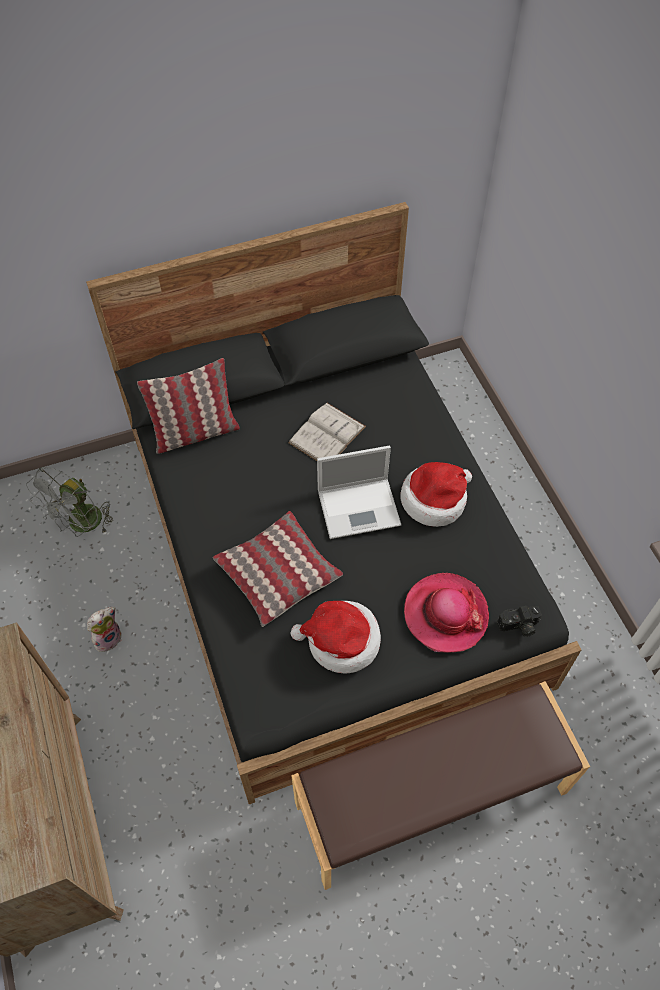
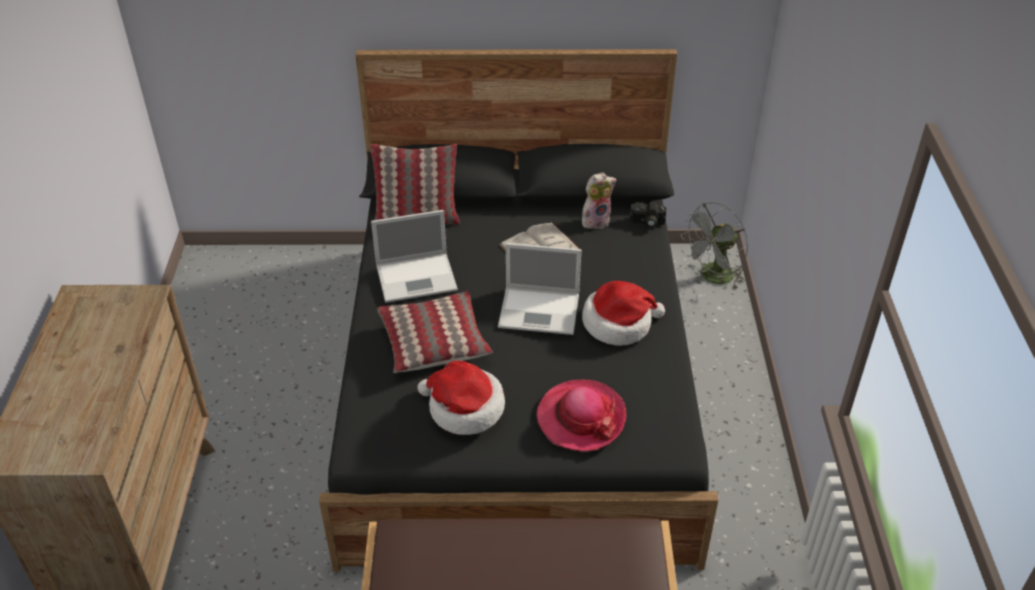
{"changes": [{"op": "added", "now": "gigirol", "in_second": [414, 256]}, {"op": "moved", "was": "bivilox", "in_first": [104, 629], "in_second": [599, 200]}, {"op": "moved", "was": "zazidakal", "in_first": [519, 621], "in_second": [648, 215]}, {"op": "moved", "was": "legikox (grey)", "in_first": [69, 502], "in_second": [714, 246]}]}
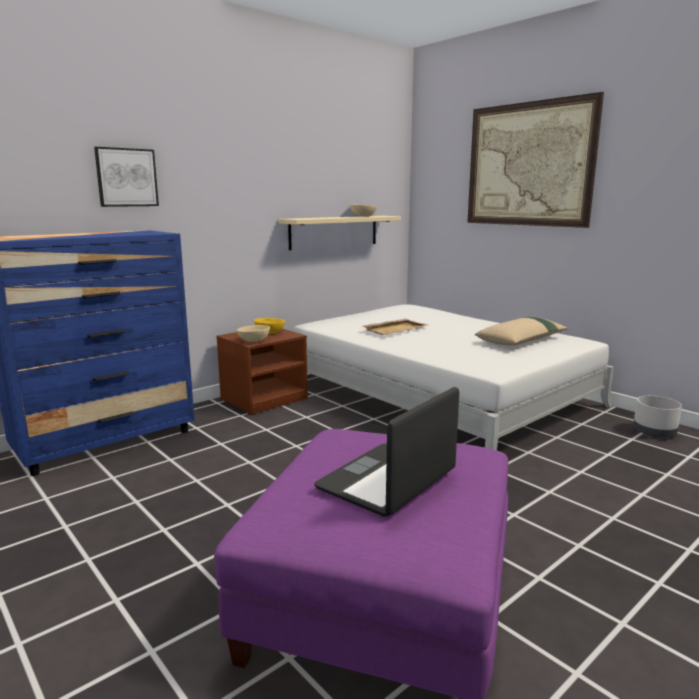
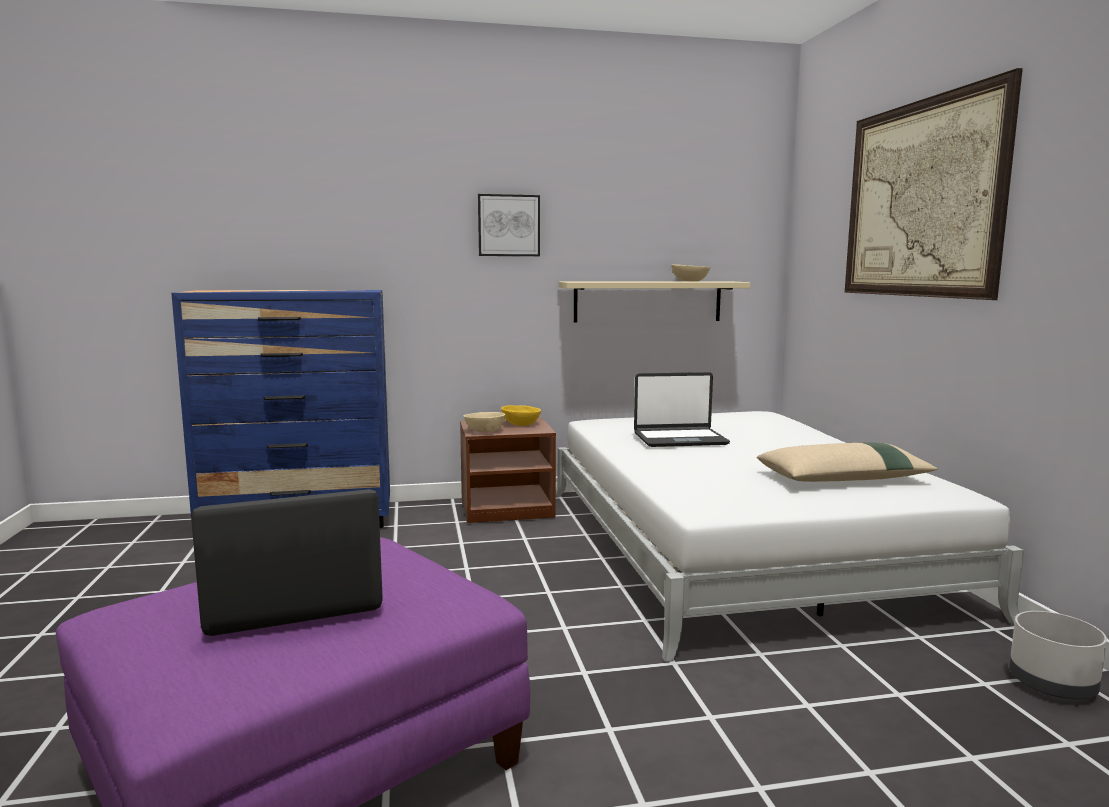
{"changes": [{"op": "moved", "was": "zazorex", "in_first": [126, 177], "in_second": [509, 225]}, {"op": "replaced", "was": "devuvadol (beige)", "now": "gigirol", "in_first": [395, 327], "in_second": [682, 409]}]}
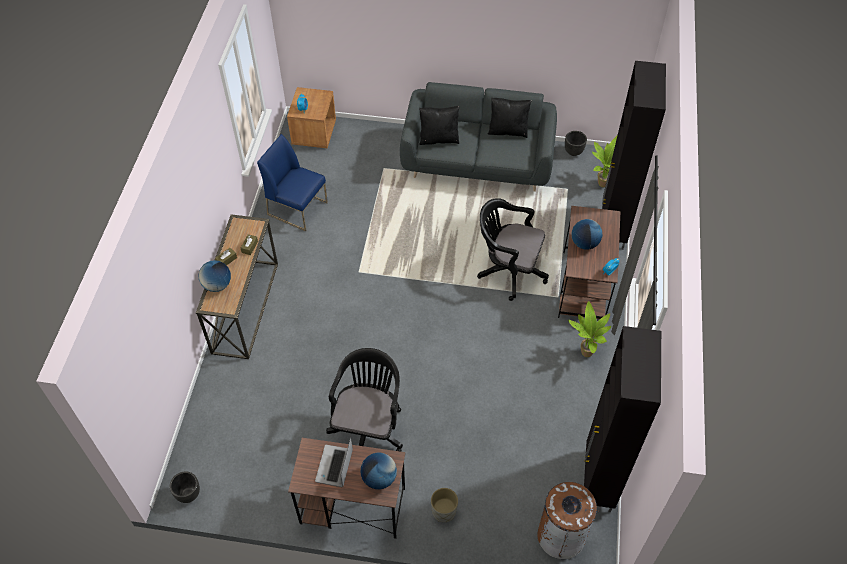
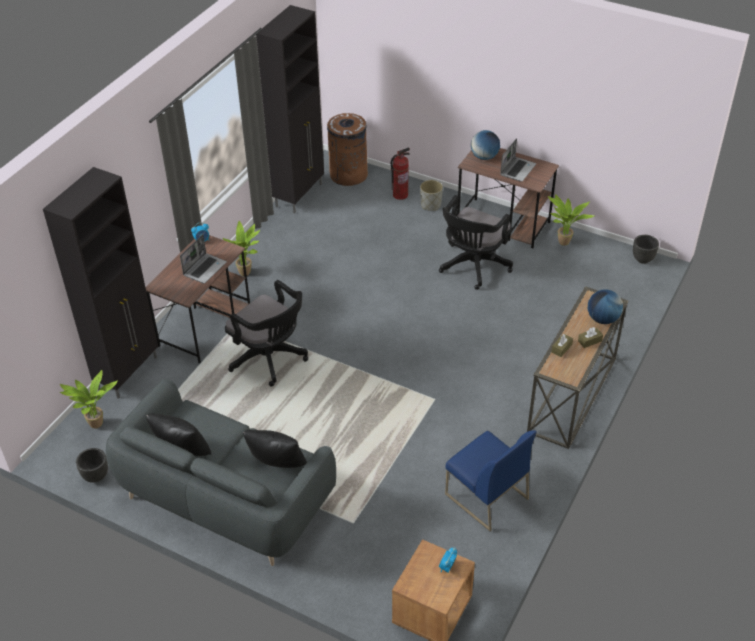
{"changes": [{"op": "replaced", "was": "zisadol", "now": "gigirol", "in_first": [586, 234], "in_second": [203, 259]}, {"op": "added", "now": "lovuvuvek", "in_second": [400, 173]}, {"op": "added", "now": "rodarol", "in_second": [571, 220]}]}
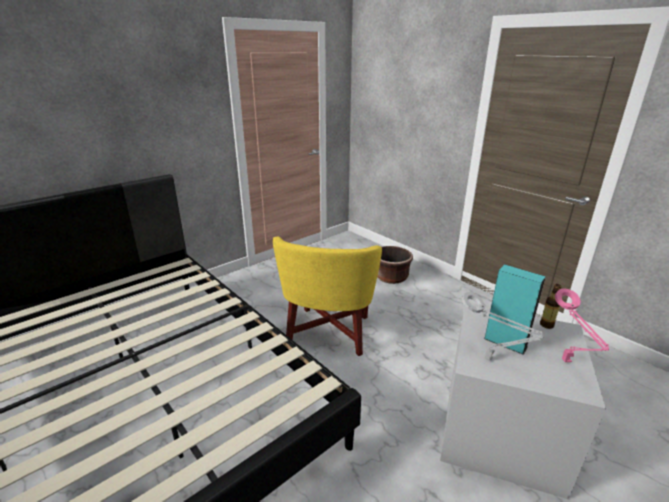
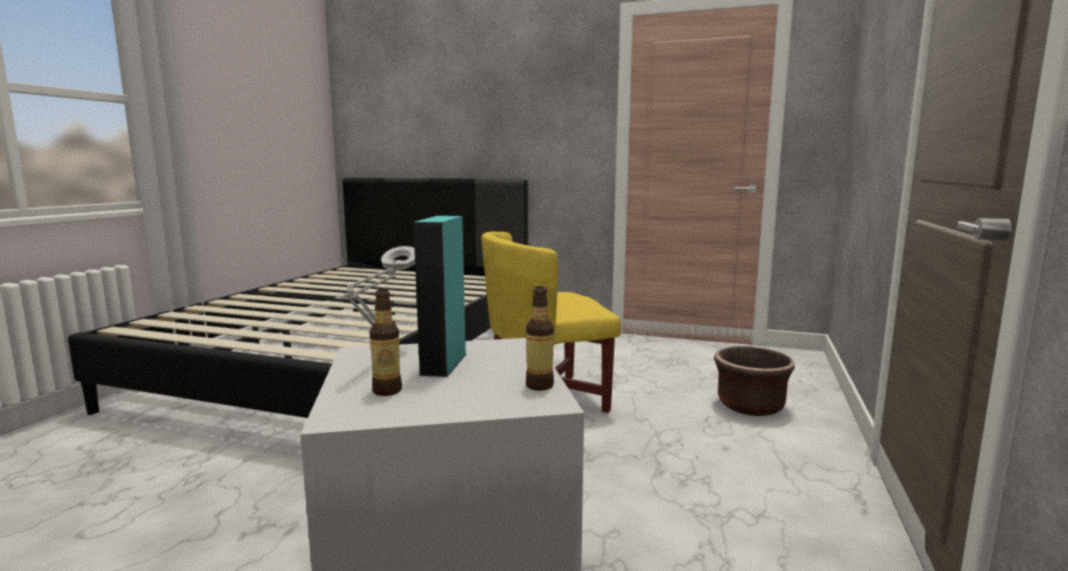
{"changes": [{"op": "added", "now": "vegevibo", "in_second": [385, 342]}, {"op": "removed", "was": "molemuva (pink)", "in_first": [582, 325]}]}
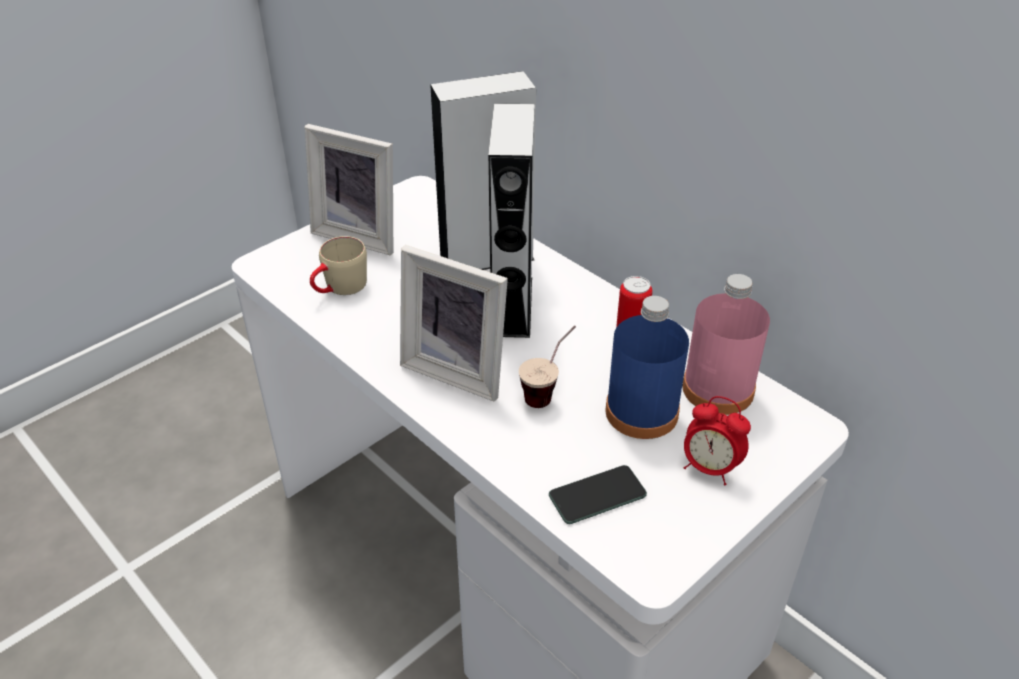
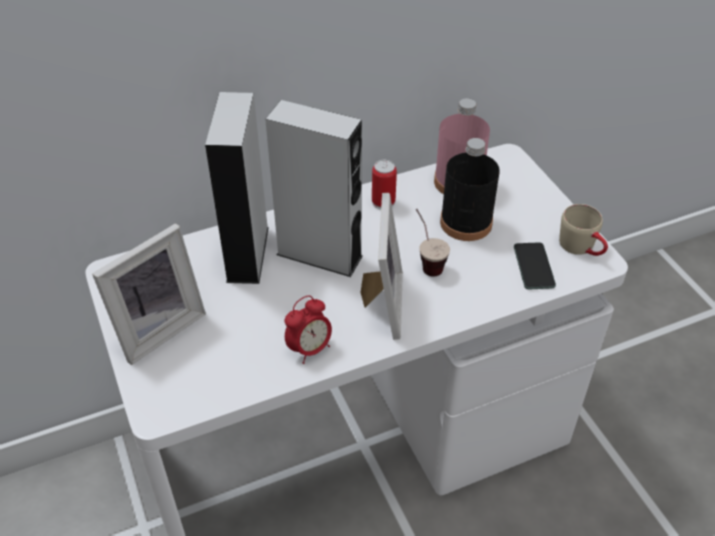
{"changes": [{"op": "moved", "was": "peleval", "in_first": [717, 440], "in_second": [308, 329]}, {"op": "turned", "was": "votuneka", "in_first": [454, 323], "in_second": [381, 266], "clockwise": -45}, {"op": "recoloured", "was": "vegevibo (blue)", "now": "vegevibo (black)", "in_first": [647, 367], "in_second": [470, 189]}, {"op": "moved", "was": "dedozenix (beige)", "in_first": [338, 265], "in_second": [583, 230]}]}
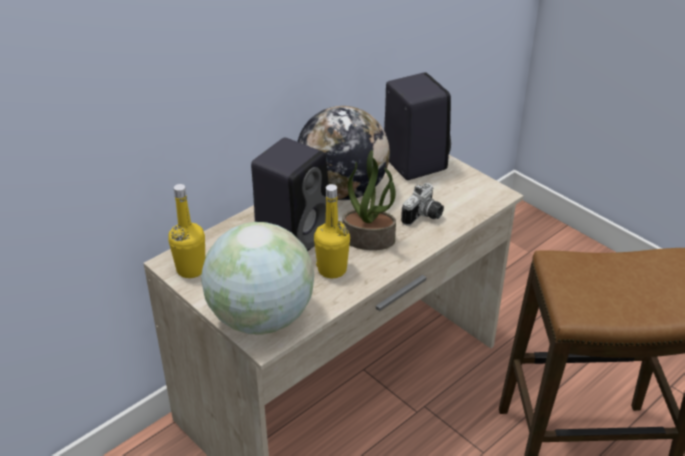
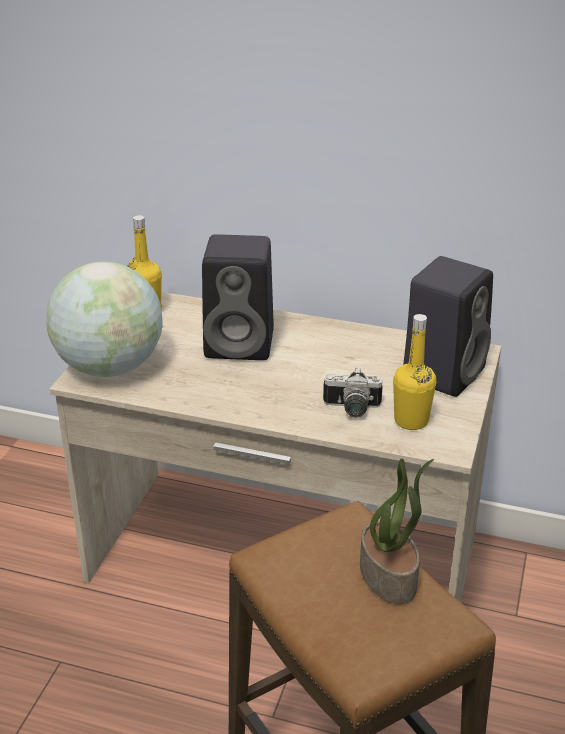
{"changes": [{"op": "moved", "was": "rodarol", "in_first": [369, 200], "in_second": [397, 531]}, {"op": "moved", "was": "vegevibo (yellow)", "in_first": [332, 231], "in_second": [414, 372]}, {"op": "removed", "was": "zisadol", "in_first": [343, 153]}]}
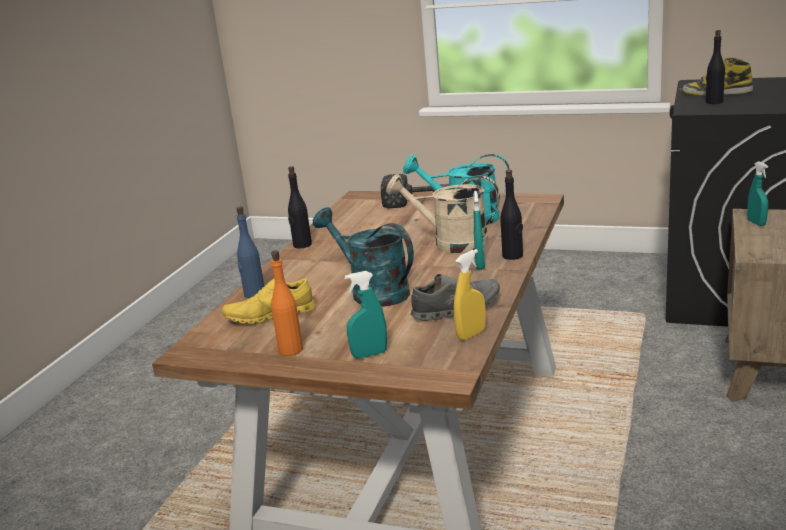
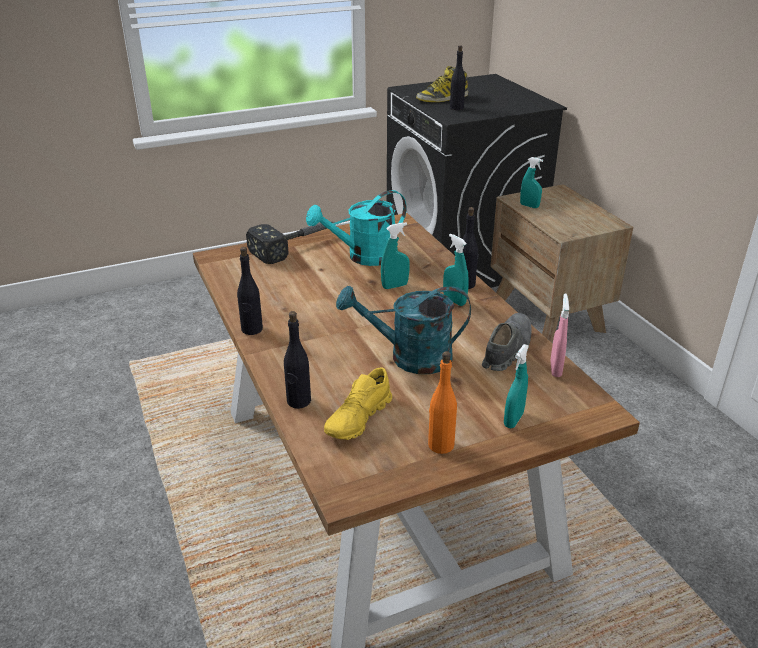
{"changes": [{"op": "recoloured", "was": "vegevibo (blue)", "now": "vegevibo (black)", "in_first": [250, 252], "in_second": [297, 360]}, {"op": "replaced", "was": "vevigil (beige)", "now": "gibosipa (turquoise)", "in_first": [443, 213], "in_second": [395, 255]}, {"op": "recoloured", "was": "gibosipa (yellow)", "now": "gibosipa (pink)", "in_first": [470, 295], "in_second": [560, 335]}]}
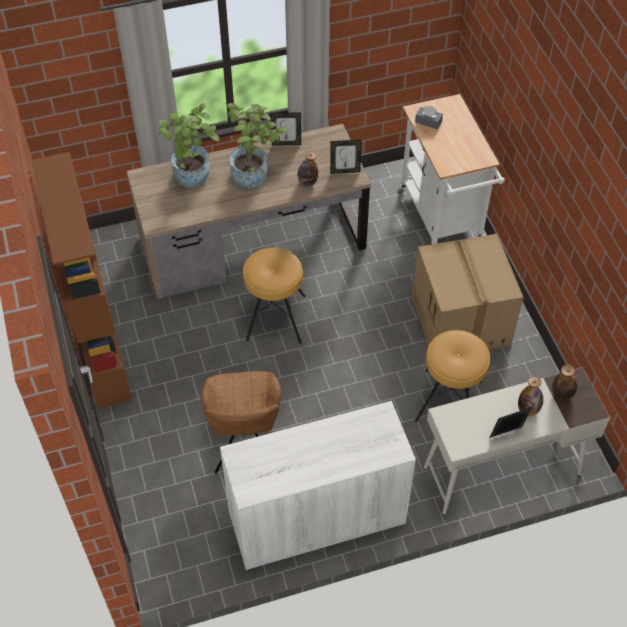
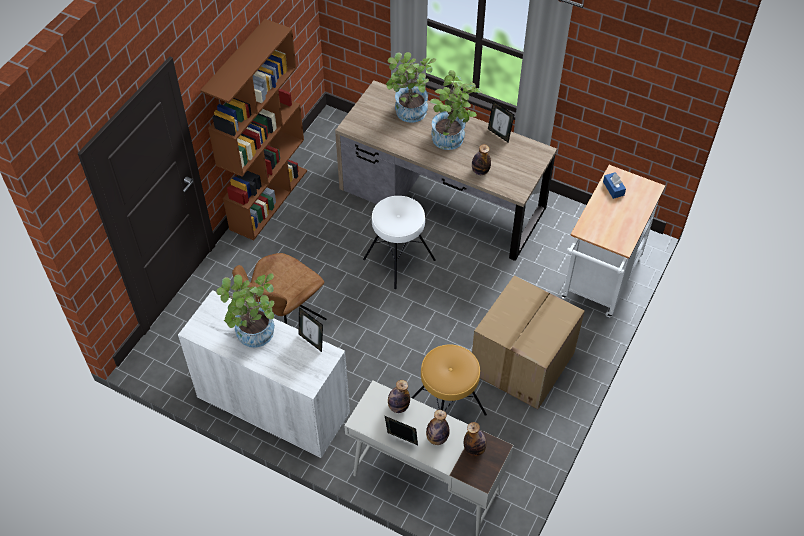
{"changes": [{"op": "added", "now": "rodarol", "in_second": [245, 310]}, {"op": "moved", "was": "votuneka", "in_first": [345, 157], "in_second": [311, 329]}, {"op": "recoloured", "was": "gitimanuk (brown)", "now": "gitimanuk (white)", "in_first": [274, 296], "in_second": [399, 242]}, {"op": "added", "now": "vegevibo", "in_second": [399, 396]}, {"op": "recoloured", "was": "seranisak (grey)", "now": "seranisak (blue)", "in_first": [429, 117], "in_second": [614, 185]}]}
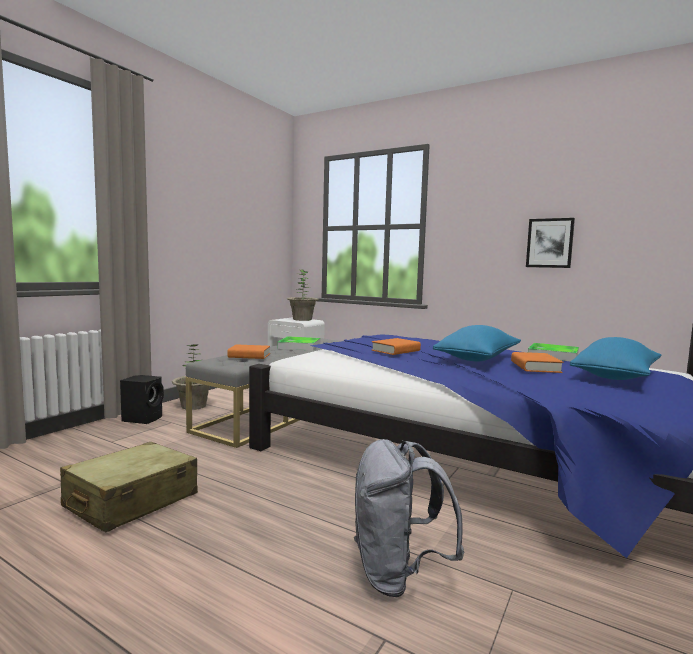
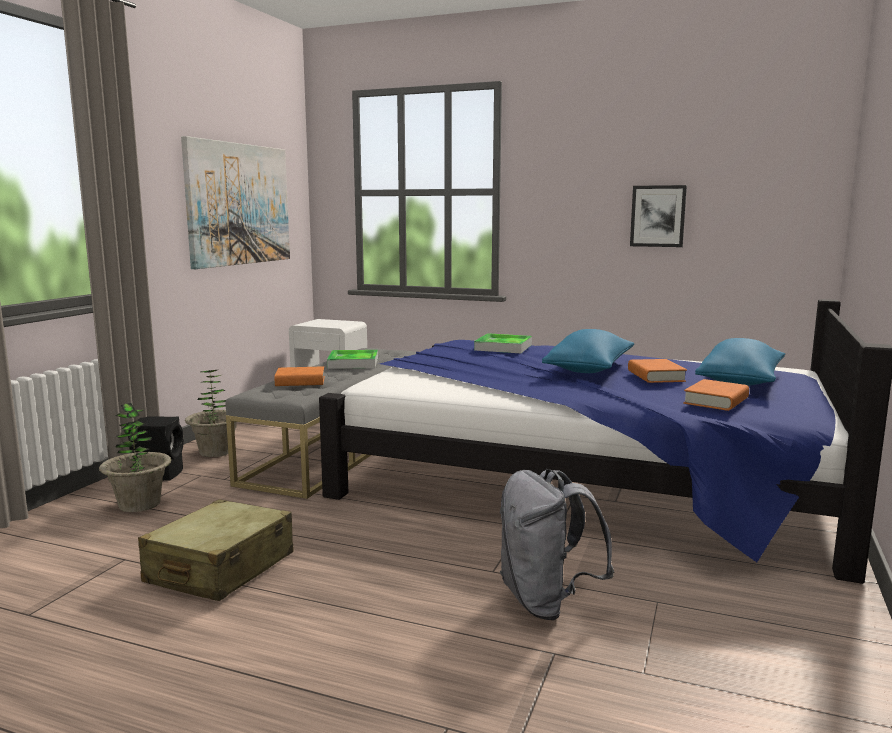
{"changes": [{"op": "moved", "was": "rodarol", "in_first": [303, 295], "in_second": [135, 457]}, {"op": "added", "now": "zazorex", "in_second": [235, 202]}, {"op": "moved", "was": "devuvadol", "in_first": [553, 352], "in_second": [503, 343]}, {"op": "moved", "was": "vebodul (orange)", "in_first": [396, 346], "in_second": [716, 395]}]}
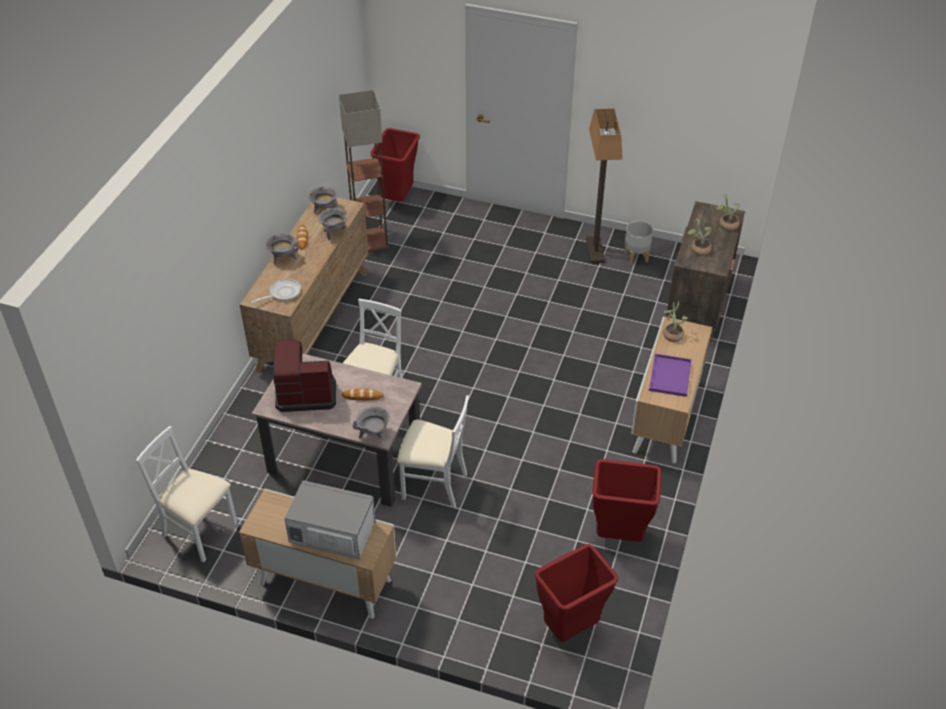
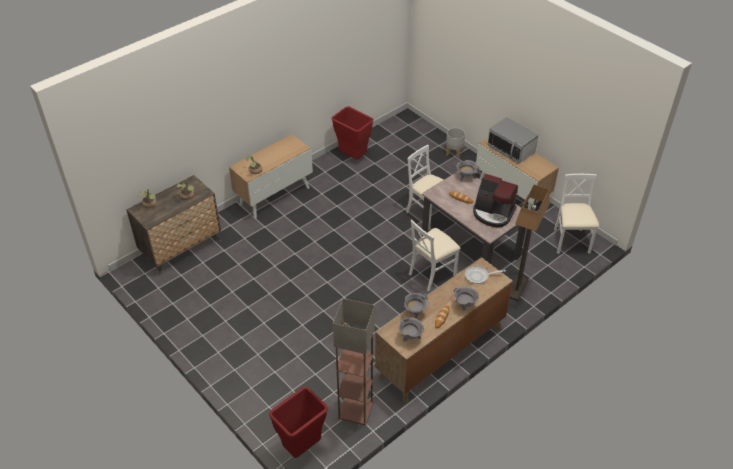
{"changes": [{"op": "moved", "was": "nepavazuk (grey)", "in_first": [638, 243], "in_second": [455, 143]}, {"op": "moved", "was": "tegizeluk", "in_first": [604, 185], "in_second": [530, 242]}, {"op": "turned", "was": "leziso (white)", "in_first": [187, 494], "in_second": [576, 214], "clockwise": -150}, {"op": "removed", "was": "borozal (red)", "in_first": [576, 593]}, {"op": "removed", "was": "devuvadol (purple)", "in_first": [670, 375]}]}
